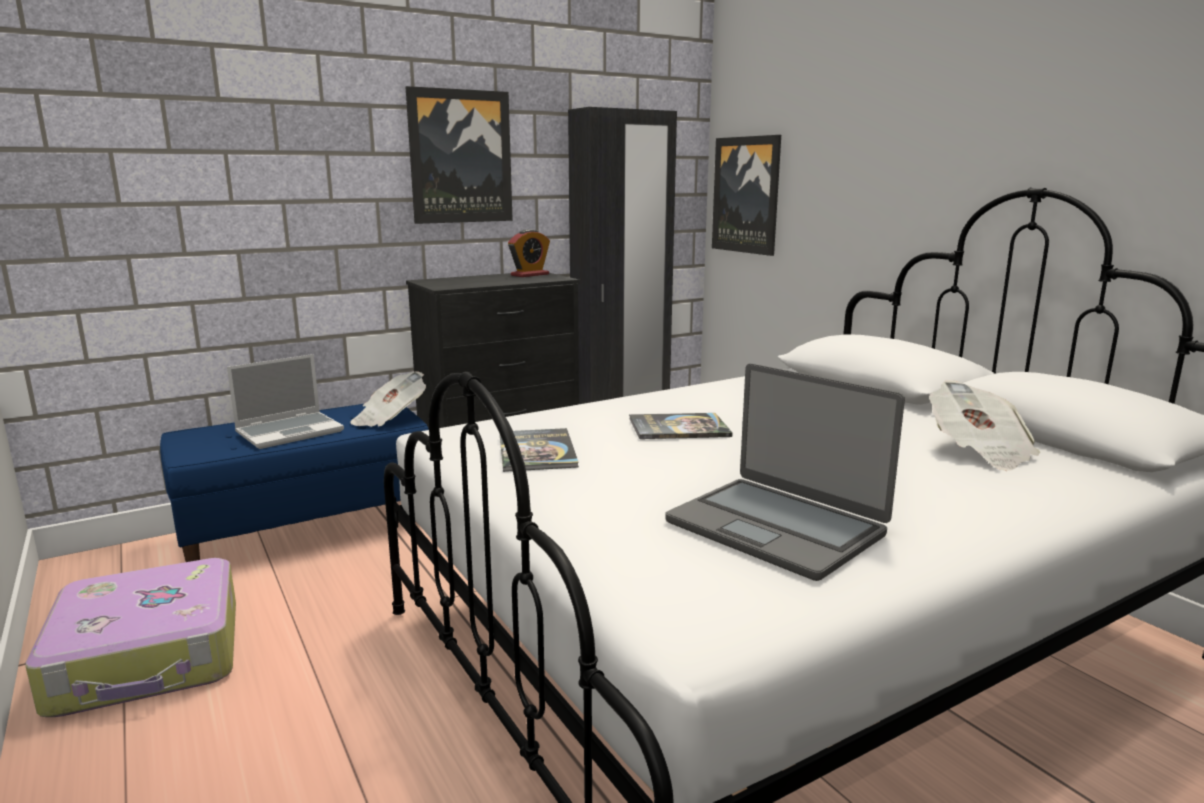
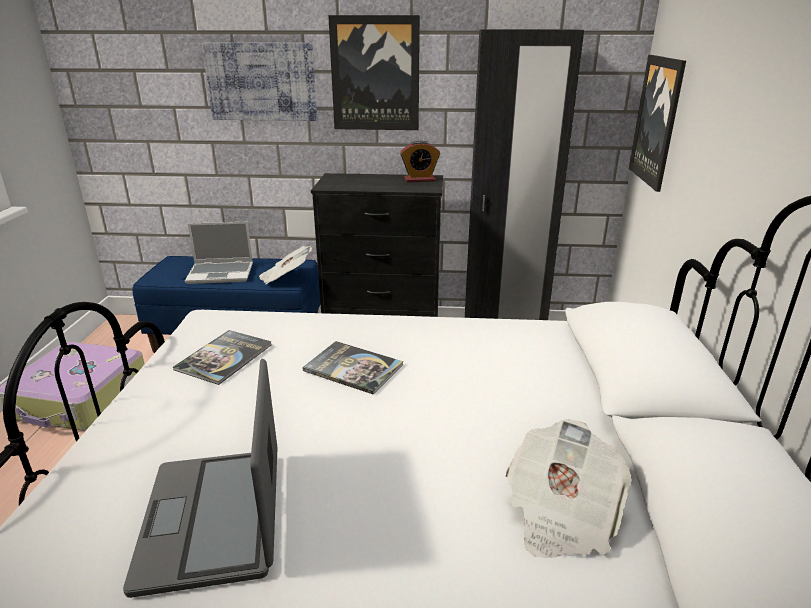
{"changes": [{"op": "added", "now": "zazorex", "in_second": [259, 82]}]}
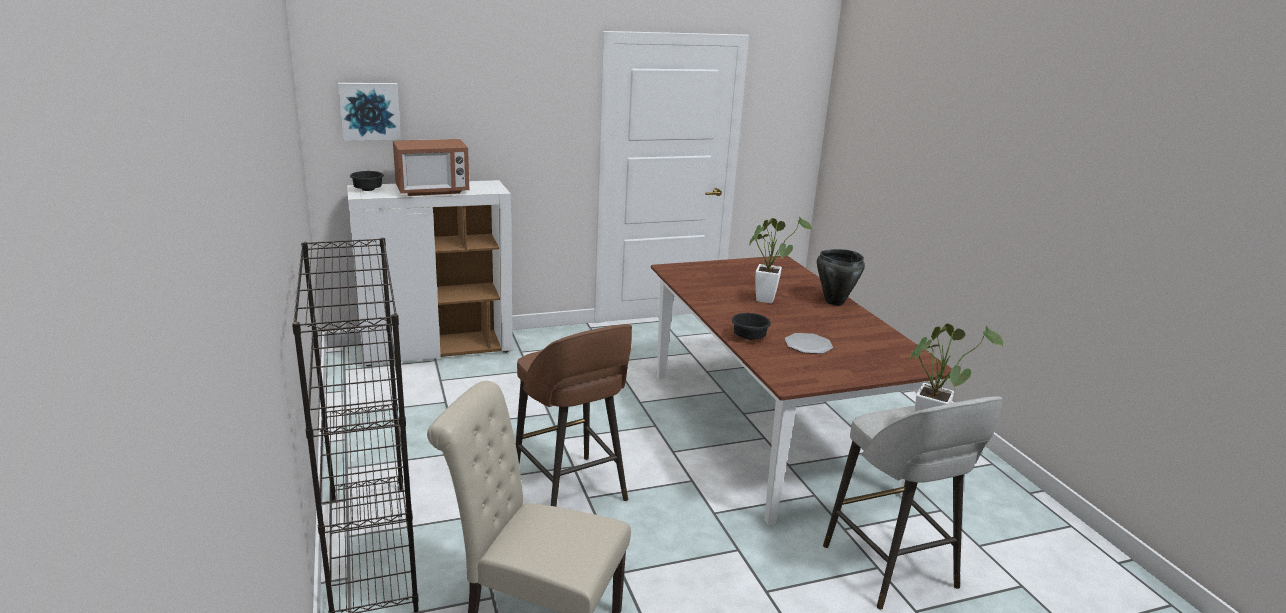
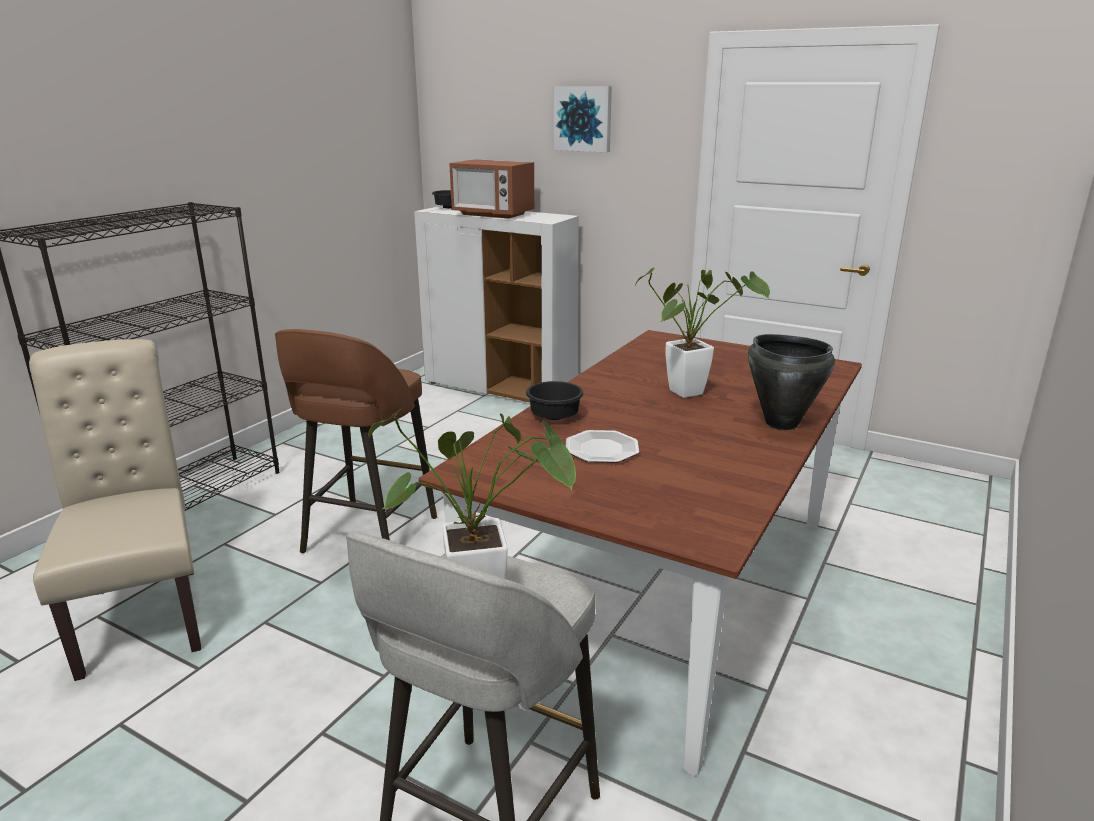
{"changes": [{"op": "moved", "was": "zazorex", "in_first": [369, 112], "in_second": [582, 119]}]}
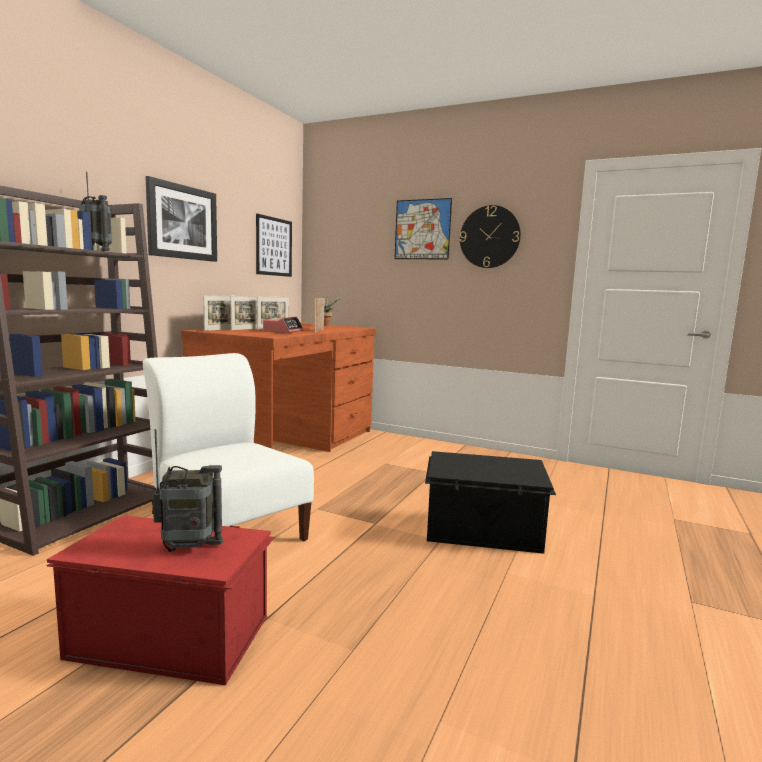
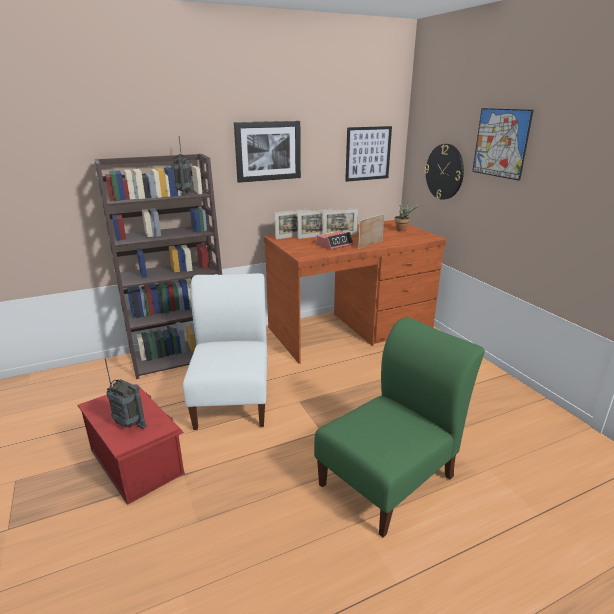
{"changes": [{"op": "replaced", "was": "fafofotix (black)", "now": "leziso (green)", "in_first": [490, 502], "in_second": [399, 427]}, {"op": "moved", "was": "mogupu", "in_first": [490, 236], "in_second": [444, 172]}]}
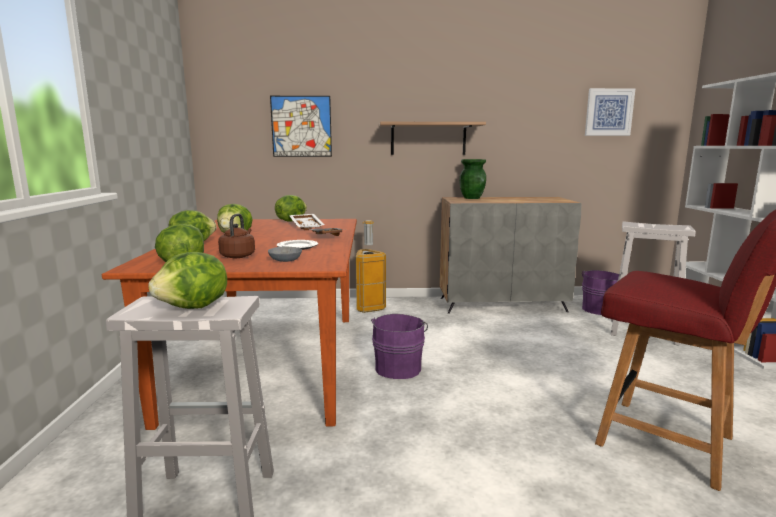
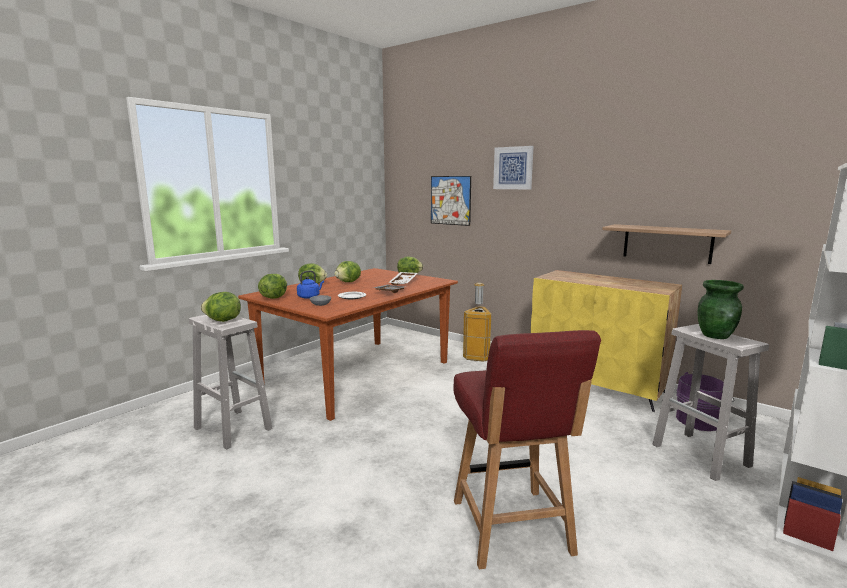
{"changes": [{"op": "recoloured", "was": "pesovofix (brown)", "now": "pesovofix (blue)", "in_first": [236, 235], "in_second": [310, 284]}, {"op": "moved", "was": "zazorex", "in_first": [610, 112], "in_second": [513, 168]}, {"op": "recoloured", "was": "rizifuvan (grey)", "now": "rizifuvan (yellow)", "in_first": [511, 255], "in_second": [606, 341]}, {"op": "moved", "was": "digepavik", "in_first": [433, 138], "in_second": [666, 244]}, {"op": "moved", "was": "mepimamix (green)", "in_first": [472, 179], "in_second": [721, 309]}, {"op": "removed", "was": "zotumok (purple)", "in_first": [399, 346]}]}
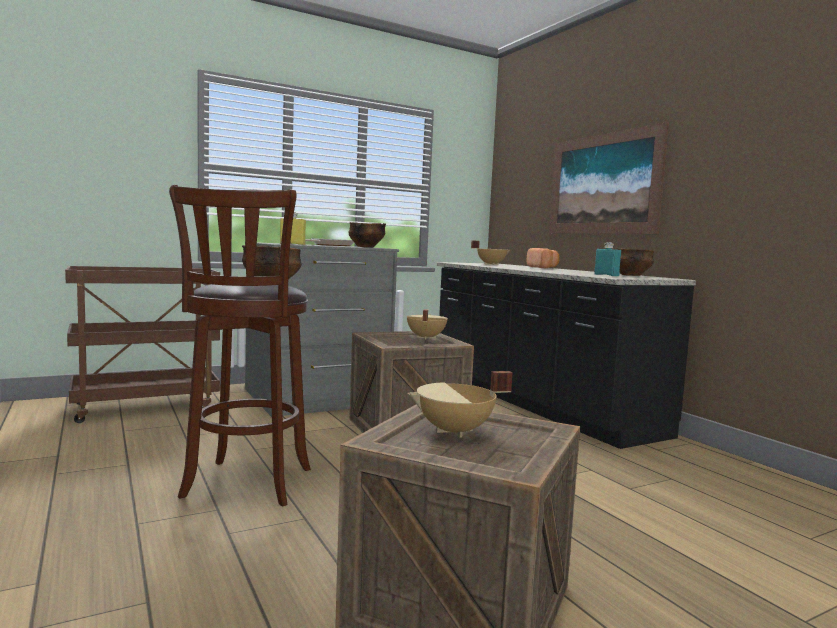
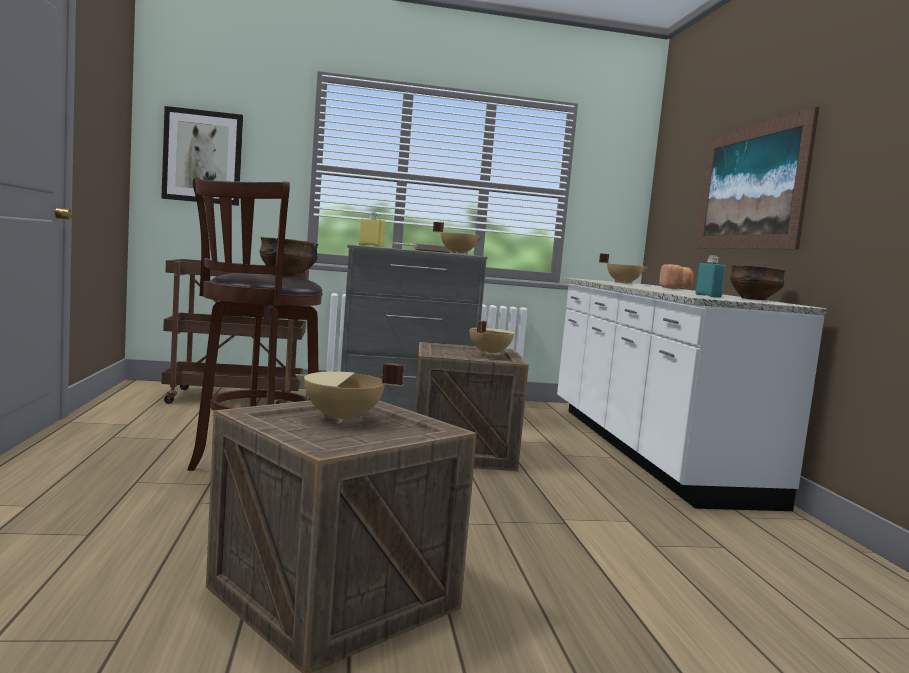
{"changes": [{"op": "added", "now": "zazorex", "in_second": [202, 156]}, {"op": "replaced", "was": "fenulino", "now": "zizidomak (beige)", "in_first": [367, 234], "in_second": [458, 238]}, {"op": "recoloured", "was": "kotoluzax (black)", "now": "kotoluzax (white)", "in_first": [566, 355], "in_second": [692, 394]}]}
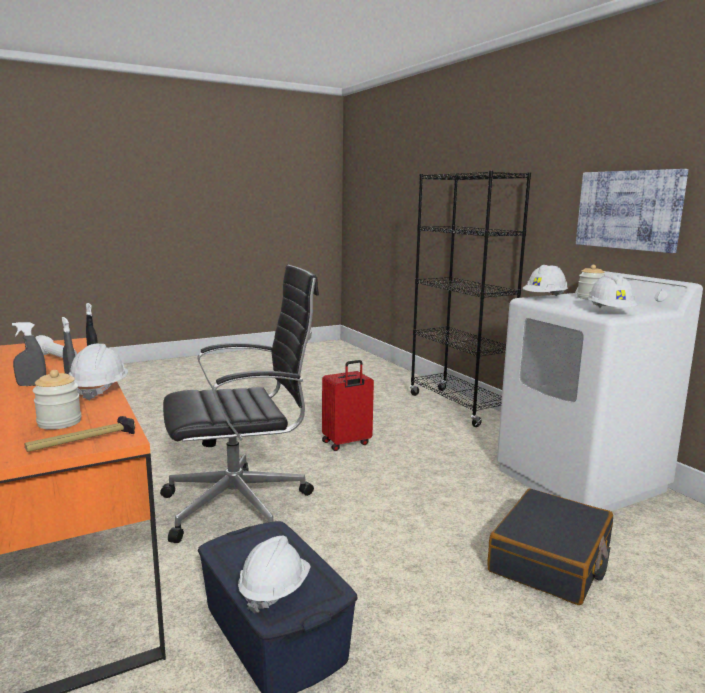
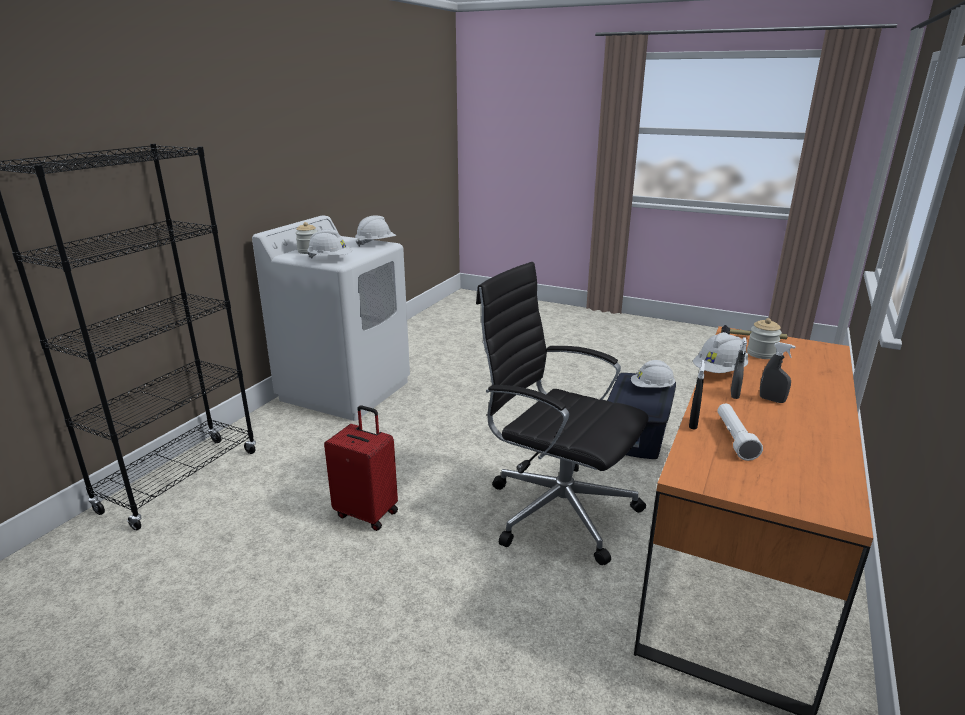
{"changes": [{"op": "removed", "was": "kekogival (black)", "in_first": [550, 547]}, {"op": "removed", "was": "zazorex", "in_first": [632, 211]}]}
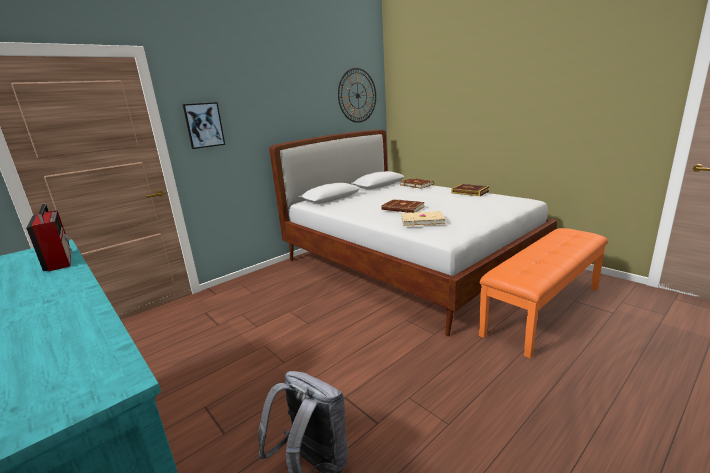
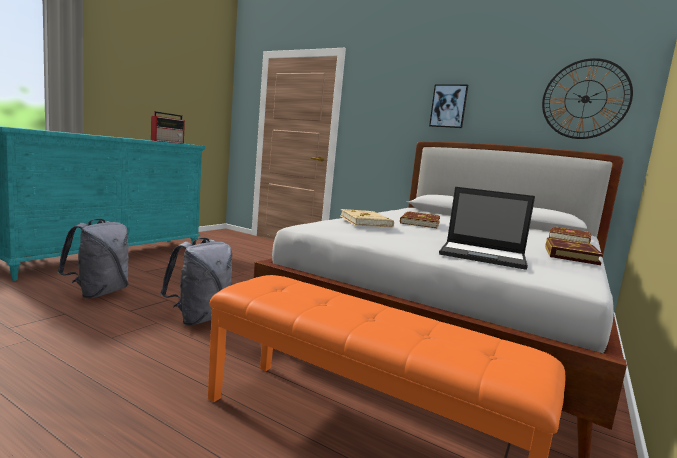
{"changes": [{"op": "added", "now": "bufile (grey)", "in_second": [196, 282]}, {"op": "moved", "was": "zazorex", "in_first": [204, 125], "in_second": [448, 106]}, {"op": "added", "now": "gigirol", "in_second": [487, 228]}]}
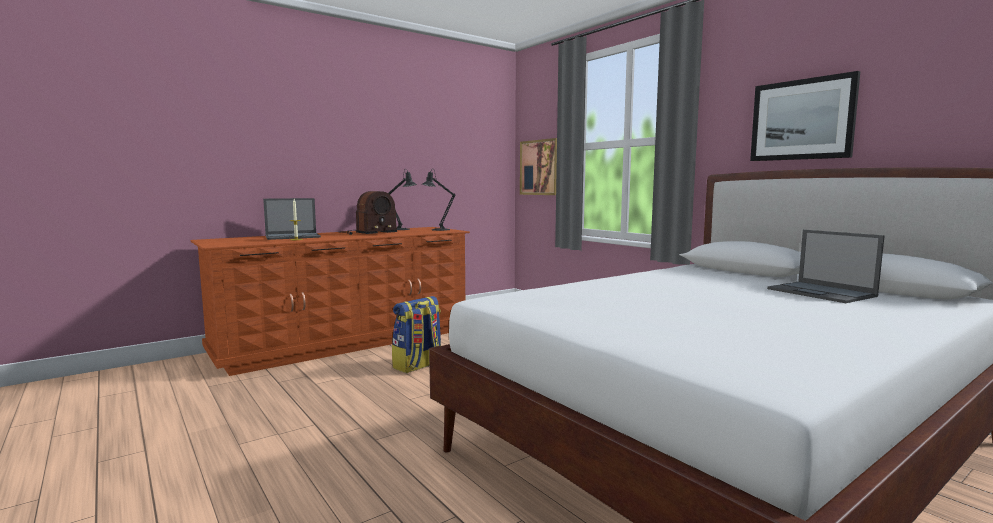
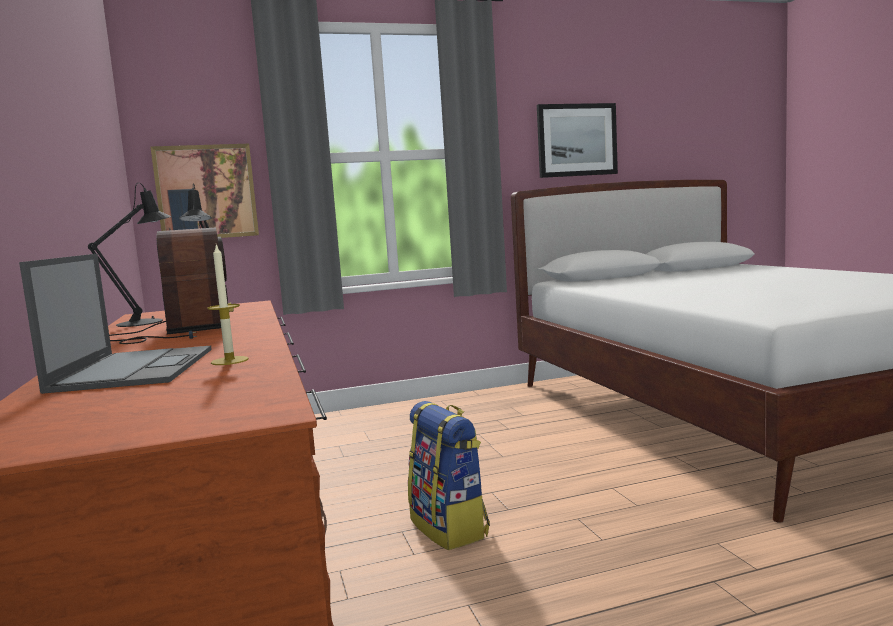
{"changes": [{"op": "removed", "was": "gigirol", "in_first": [826, 266]}]}
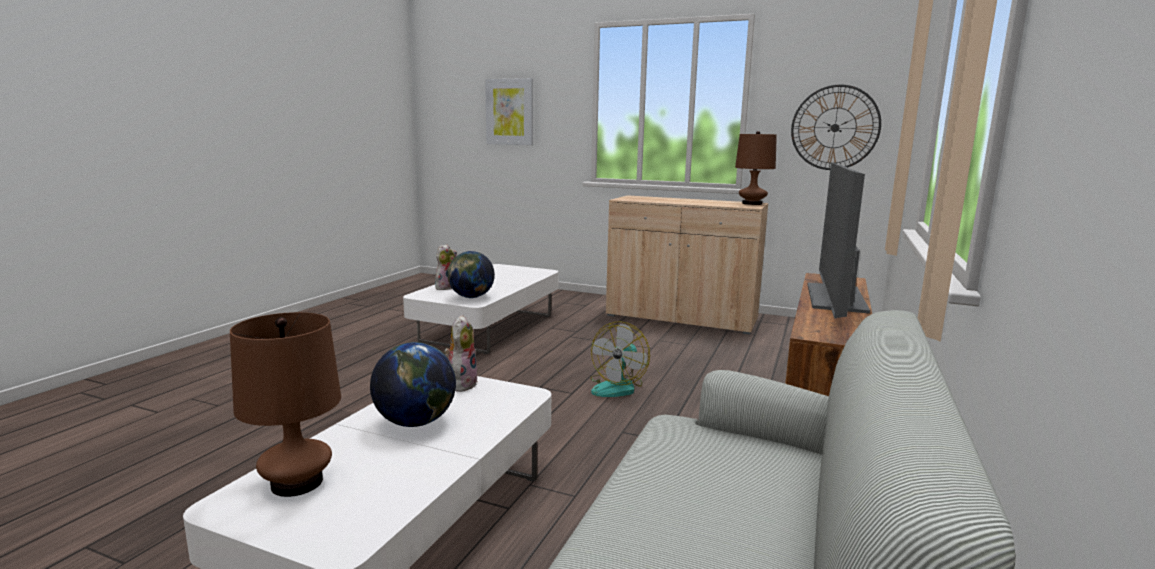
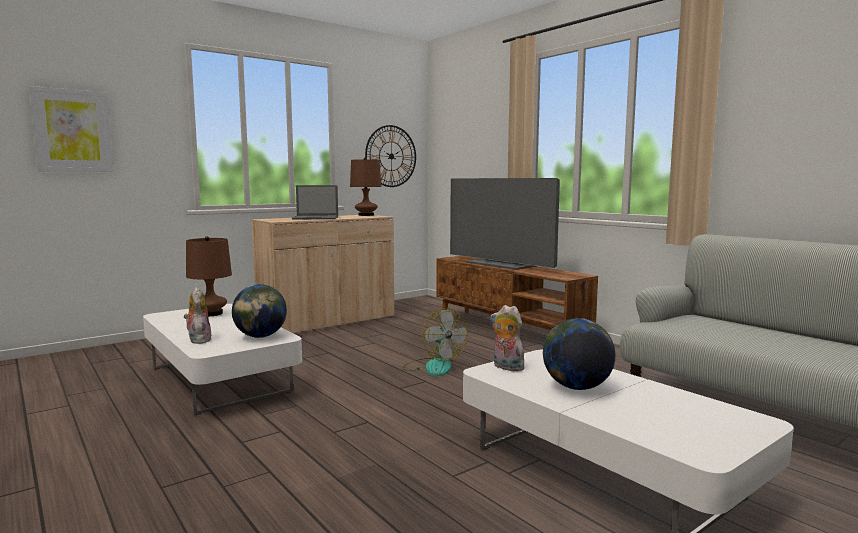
{"changes": [{"op": "moved", "was": "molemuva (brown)", "in_first": [285, 404], "in_second": [209, 276]}, {"op": "added", "now": "gigirol", "in_second": [315, 202]}]}
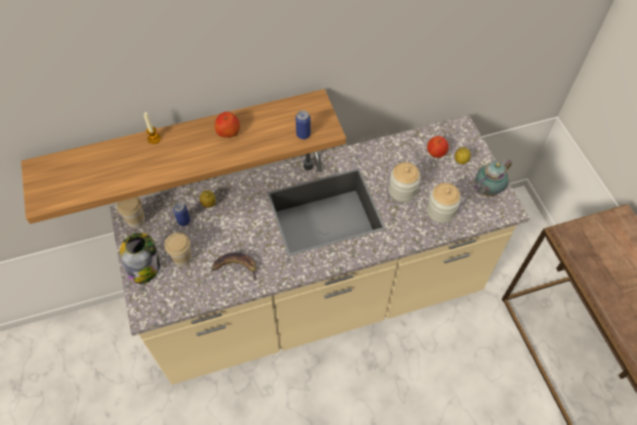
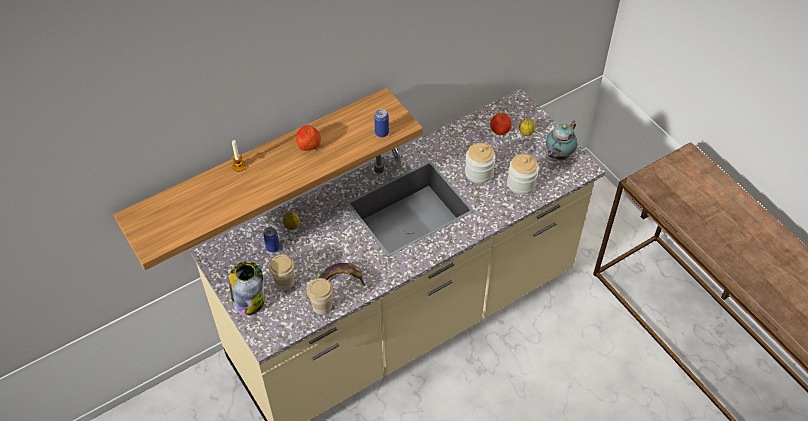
{"changes": [{"op": "moved", "was": "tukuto", "in_first": [131, 212], "in_second": [320, 296]}]}
